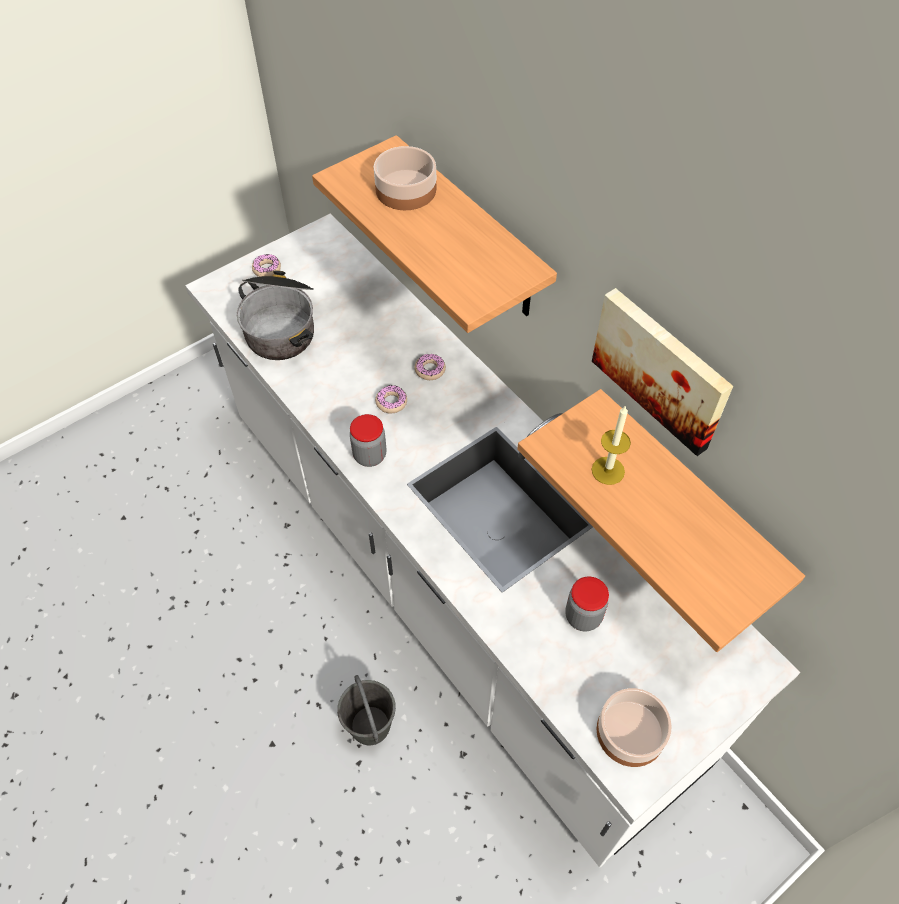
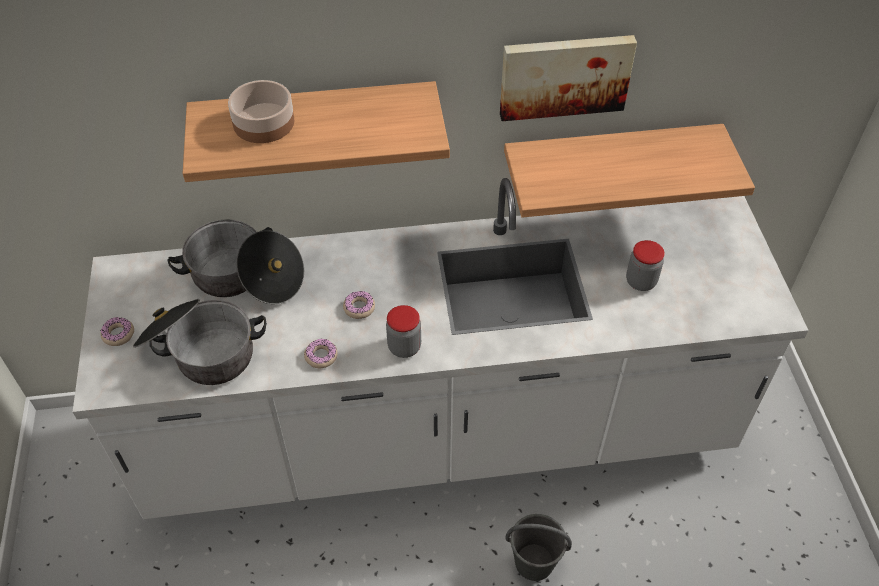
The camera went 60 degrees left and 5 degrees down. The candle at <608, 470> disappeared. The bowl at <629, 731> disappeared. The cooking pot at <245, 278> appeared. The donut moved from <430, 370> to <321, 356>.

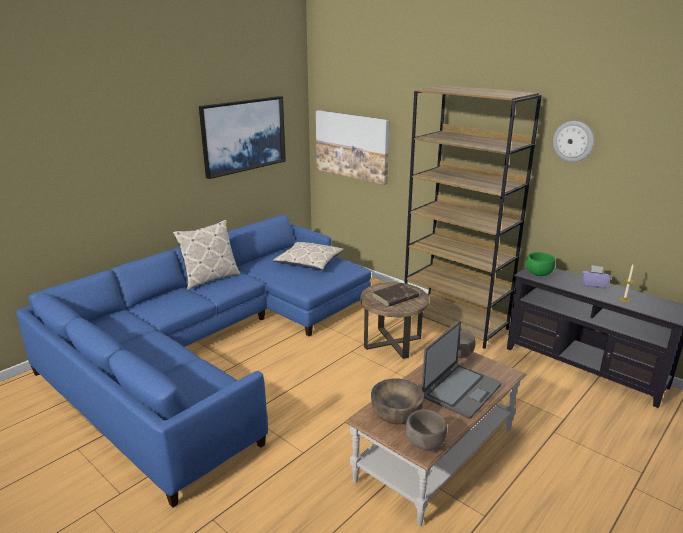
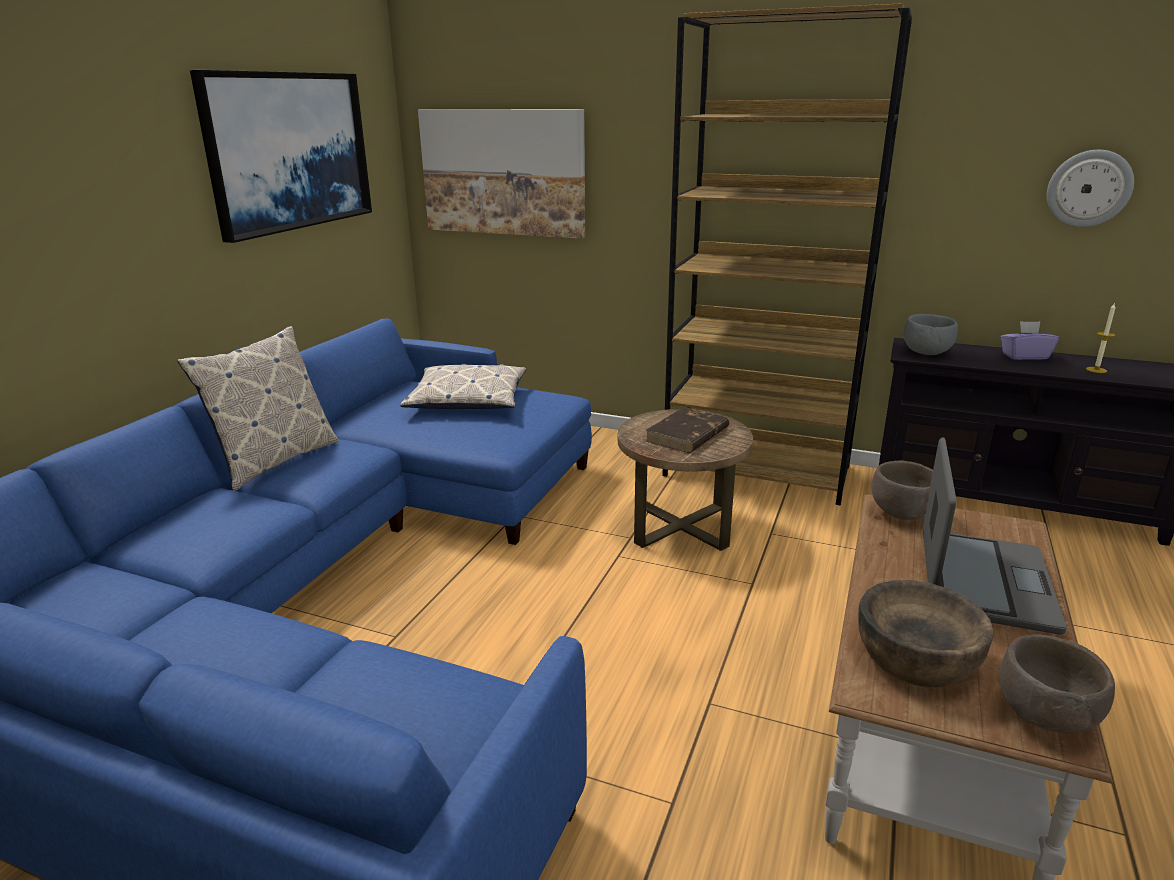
The camera went 20 degrees left and 0 degrees up. The wall clock moved from <573, 141> to <1089, 188>. The green bowl at <538, 274> became the grey bowl at <925, 353>.

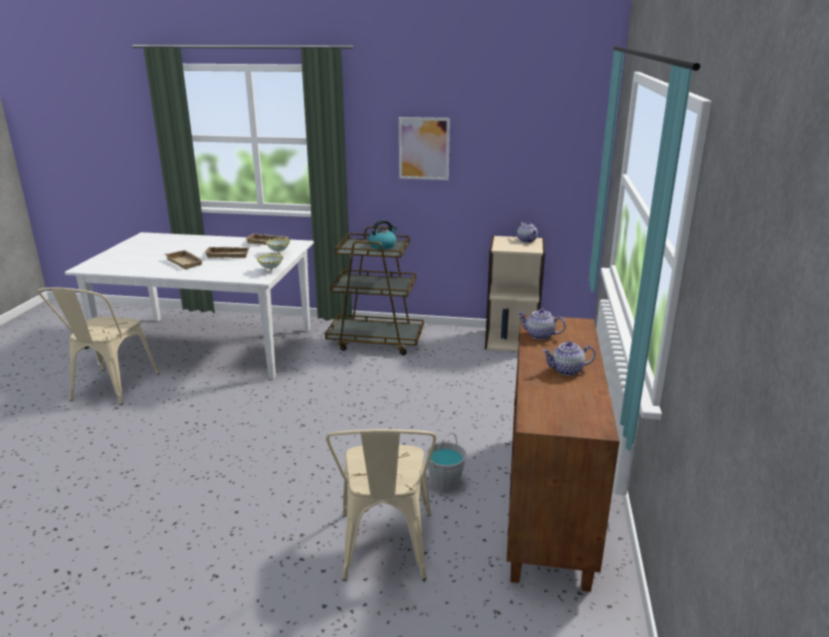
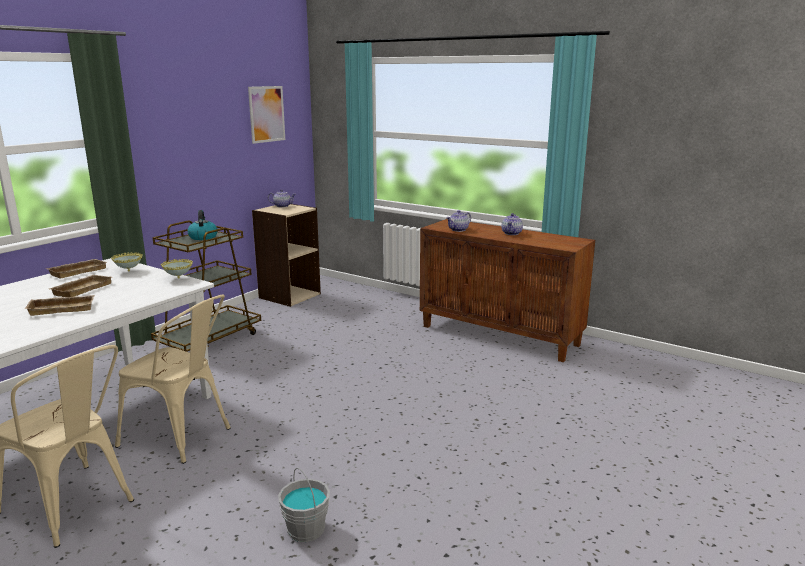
The camera went 65 degrees left and 5 degrees down. The beige chair moved from <385, 551> to <183, 437>. The picture moved from <424, 148> to <266, 114>. The grey bucket moved from <445, 482> to <306, 529>.

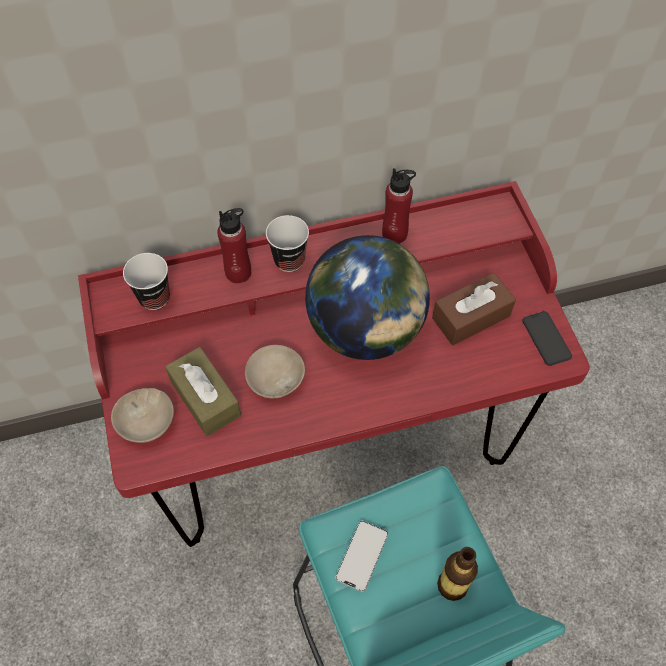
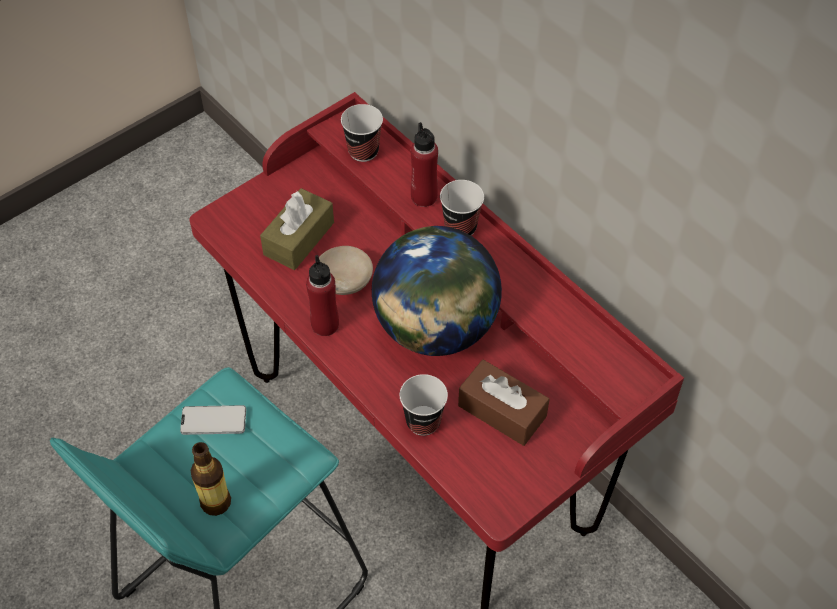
The camera went 65 degrees right and 5 degrees down. The beige bowl at <145, 424> disappeared. The phone at <546, 338> disappeared. The cup at <423, 421> appeared. The red bottle moved from <394, 234> to <325, 325>.

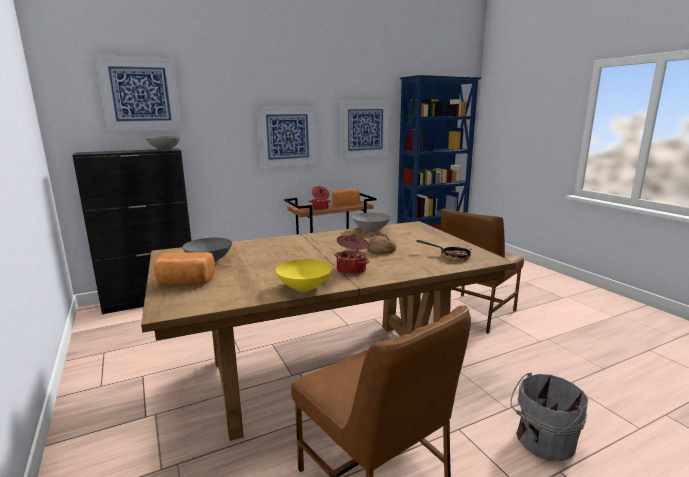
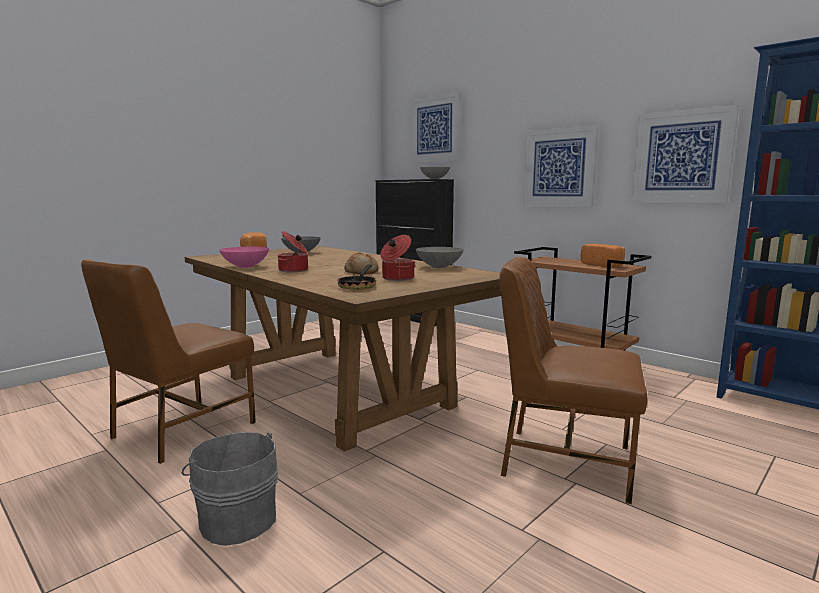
The camera went 70 degrees right and 5 degrees down. The cooking pot moved from <320, 208> to <397, 278>. The yellow bowl at <305, 288> became the pink bowl at <245, 267>.

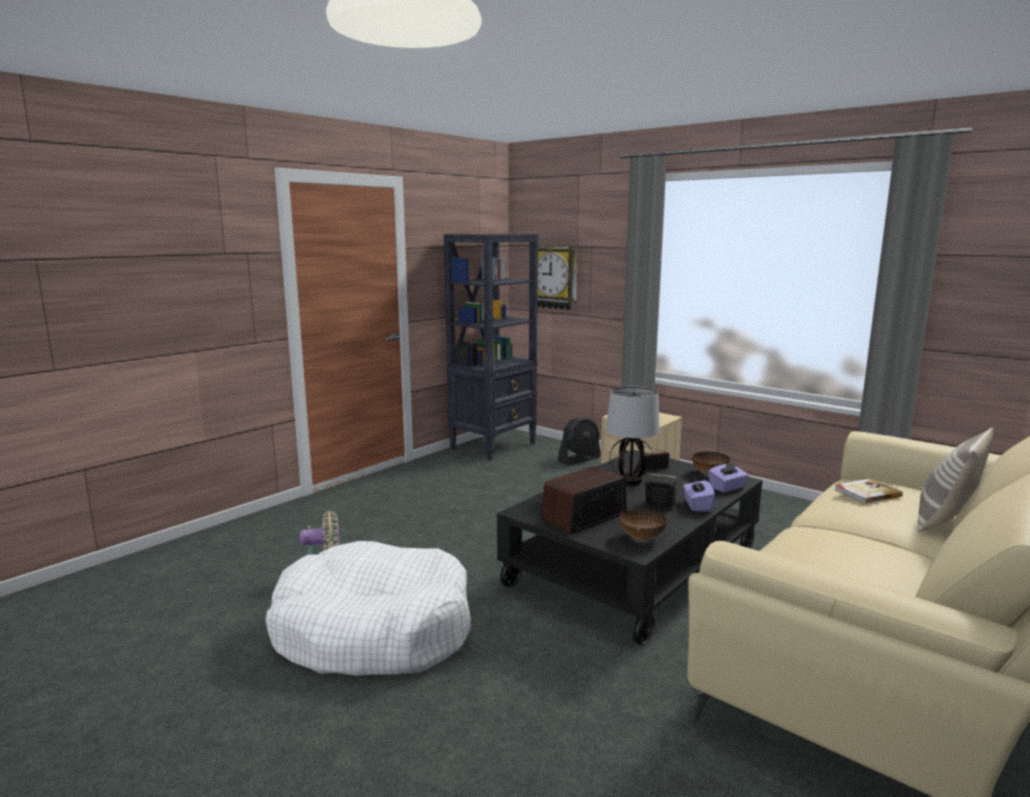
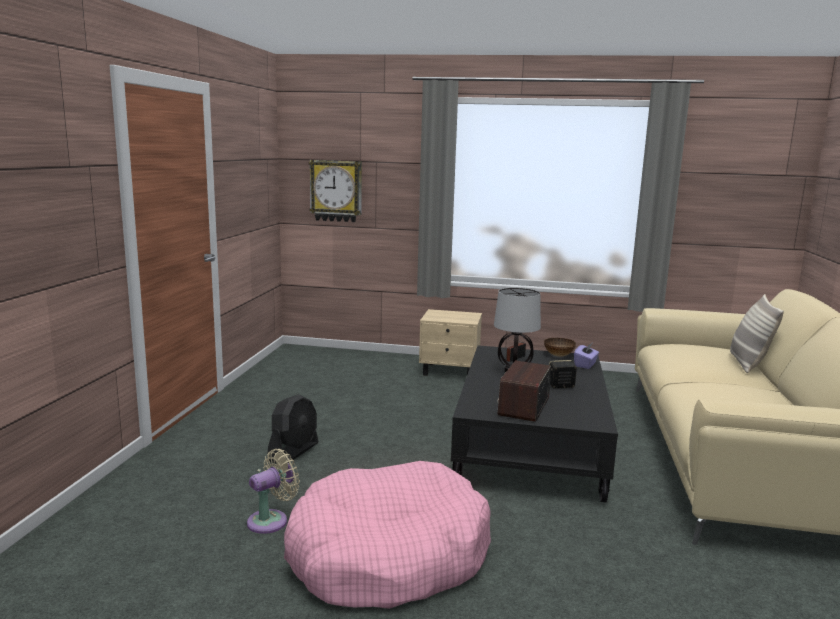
The camera went 30 degrees left and 0 degrees up. The black bookcase at <494, 446> disappeared. The bowl at <641, 538> disappeared. The purple tissue box at <697, 505> disappeared. The book at <866, 493> disappeared. The black fan moved from <579, 459> to <293, 452>. The white dog bed at <373, 630> became the pink dog bed at <388, 555>.

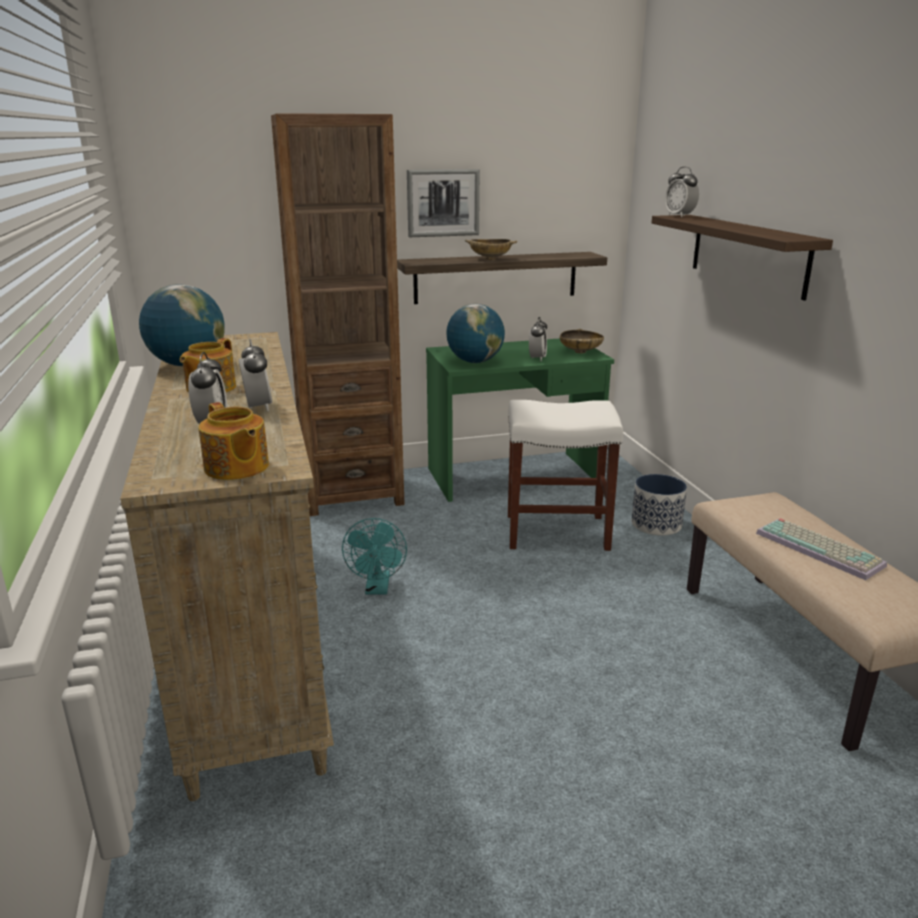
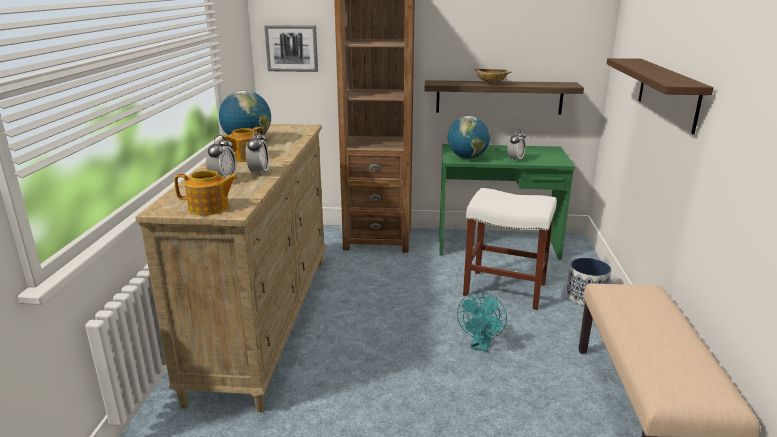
The camera went 20 degrees right and 0 degrees up. The beige bowl at <580, 352> disappeared. The alarm clock at <679, 216> disappeared. The keyboard at <821, 549> disappeared. The turquoise fan moved from <377, 588> to <480, 345>. The picture moved from <443, 203> to <292, 48>. The teapot at <236, 468> turned 75 degrees counterclockwise.

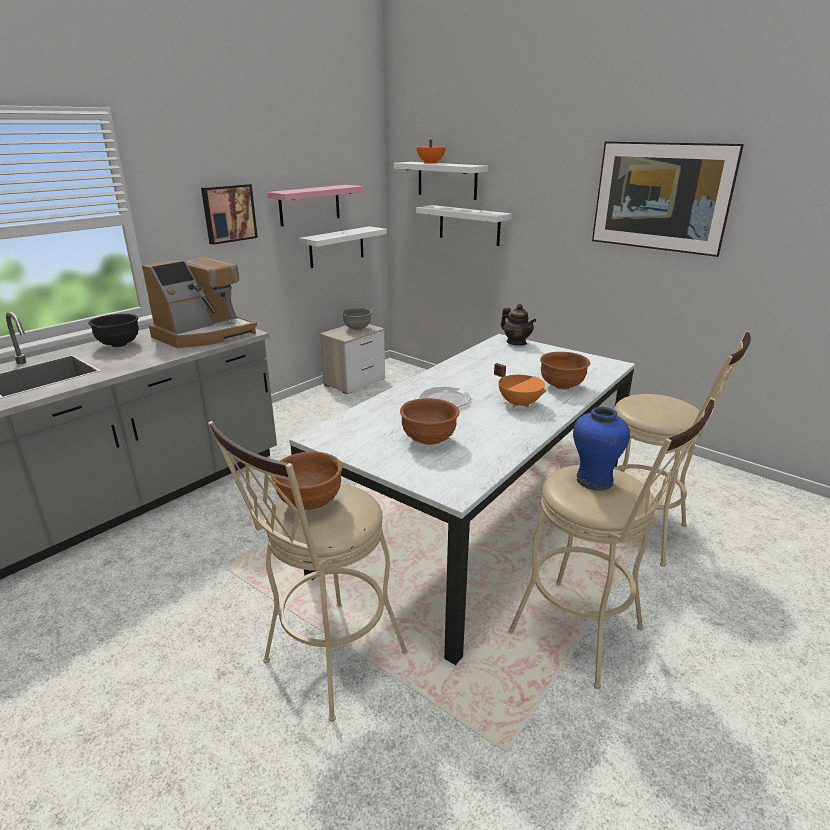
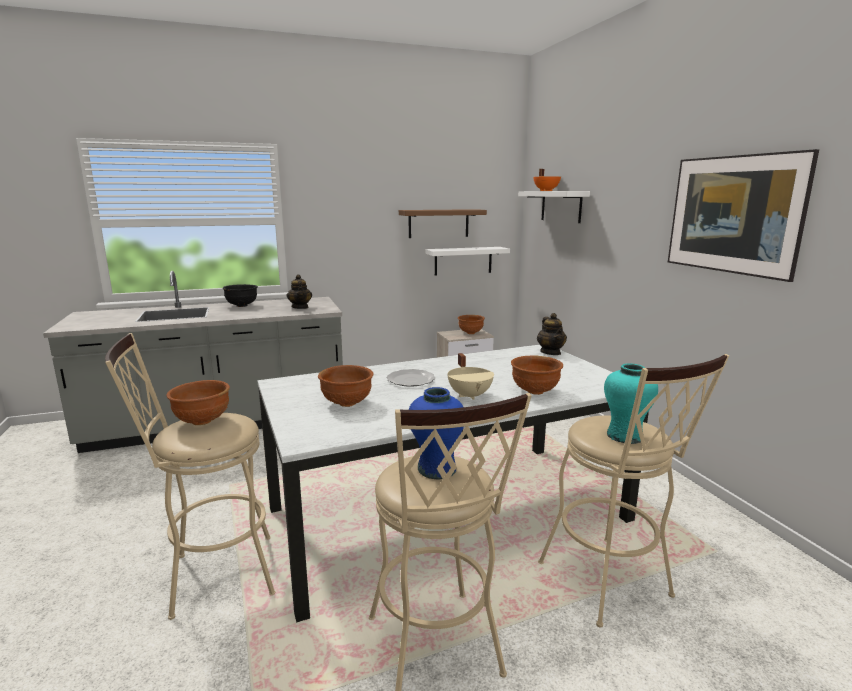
The camera went 30 degrees right and 10 degrees down. The picture at <228, 213> disappeared. The white shelf at <469, 225> disappeared. The turquoise vase at <624, 436> appeared. The coffee machine at <205, 334> was replaced by the teapot at <300, 307>. The pink shelf at <309, 205> became the brown shelf at <438, 223>. The grey bowl at <357, 329> became the brown bowl at <470, 333>. The orange cooking pot at <519, 403> became the beige cooking pot at <470, 395>.

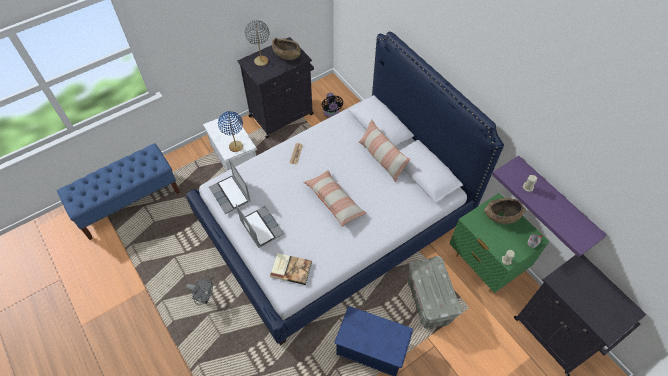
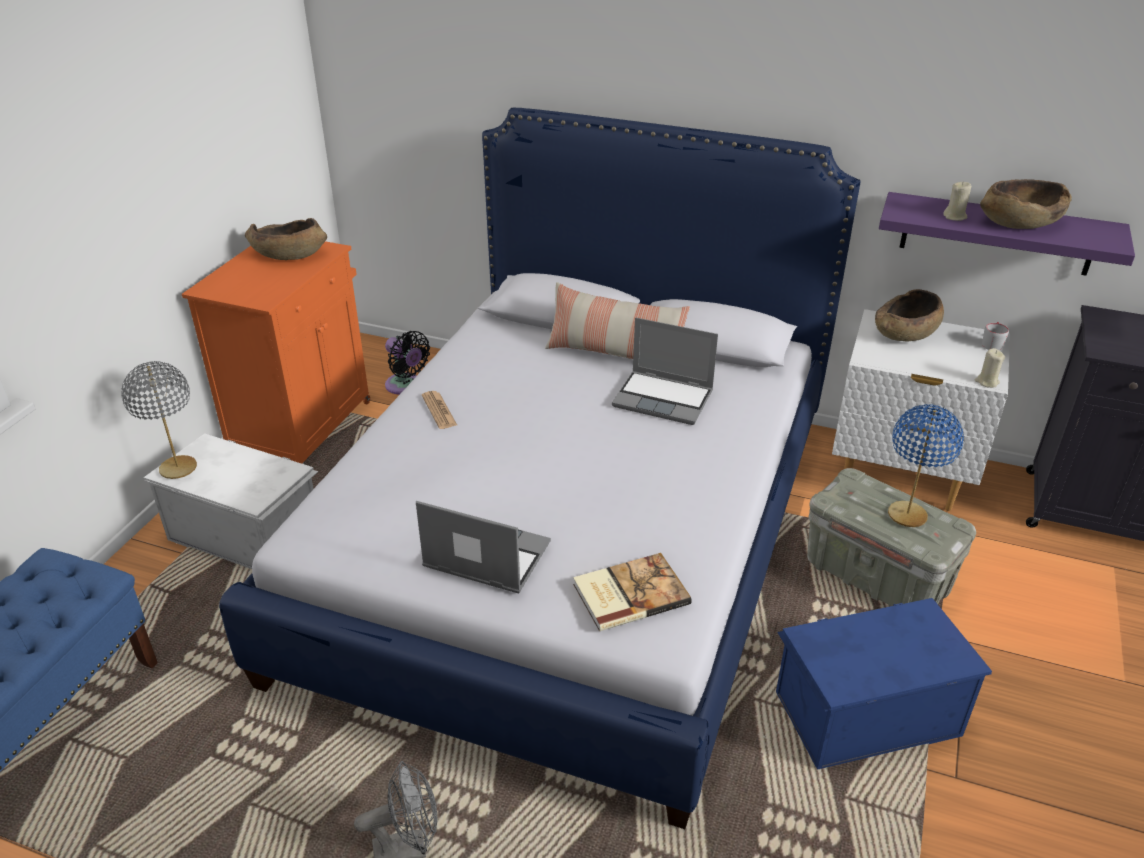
The camera went 35 degrees left and 20 degrees down. The pillow at <334, 201> disappeared. The brown bowl at <1020, 222> appeared. The laptop moved from <231, 195> to <664, 399>. The blue table lamp moved from <236, 146> to <907, 515>. The grey table lamp moved from <261, 61> to <177, 468>. The black cabinet at <282, 115> became the orange cabinet at <303, 426>. The green nightstand at <484, 264> became the white nightstand at <899, 477>.

